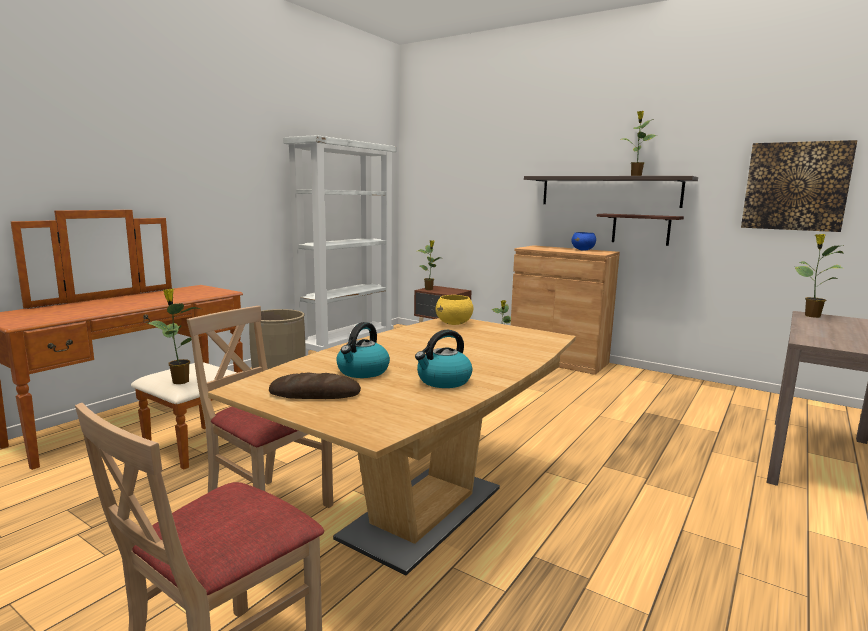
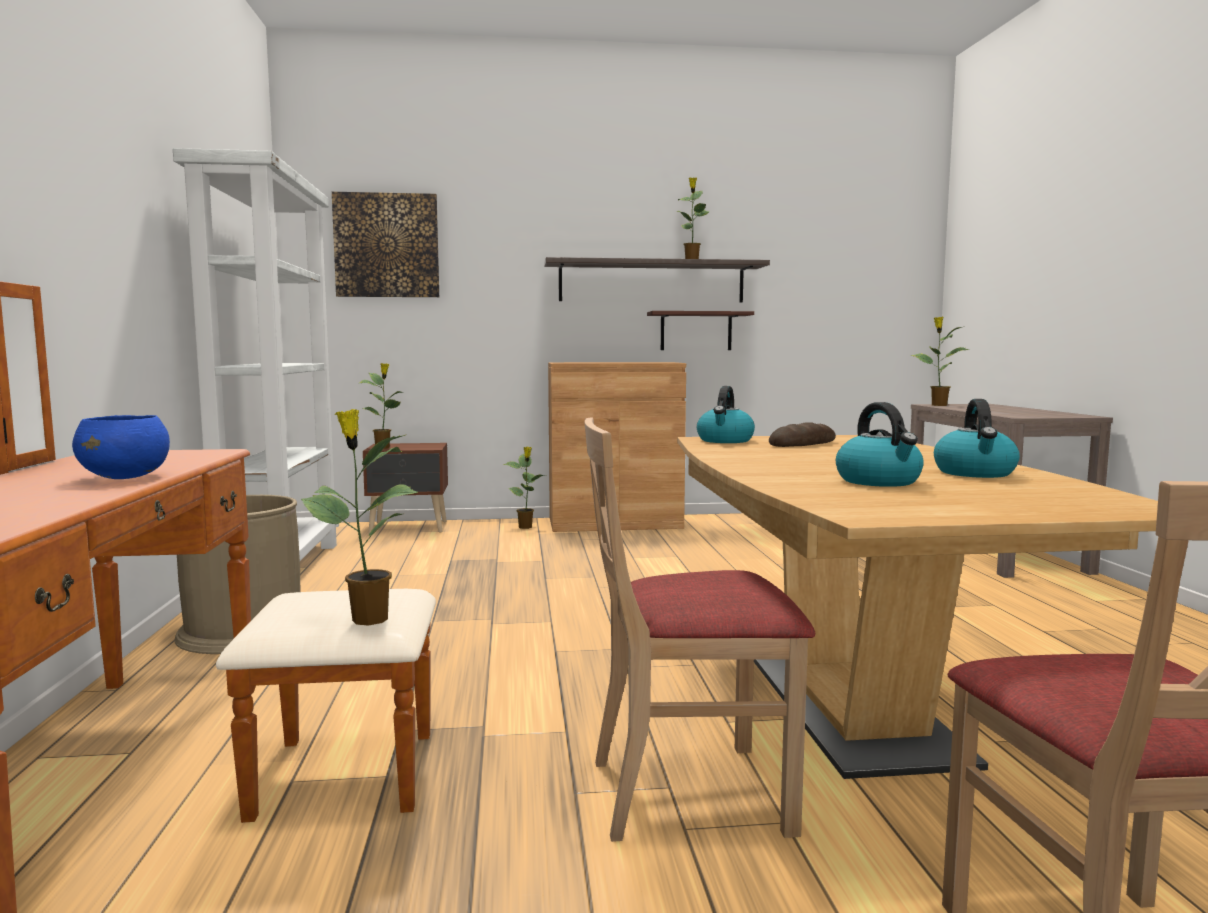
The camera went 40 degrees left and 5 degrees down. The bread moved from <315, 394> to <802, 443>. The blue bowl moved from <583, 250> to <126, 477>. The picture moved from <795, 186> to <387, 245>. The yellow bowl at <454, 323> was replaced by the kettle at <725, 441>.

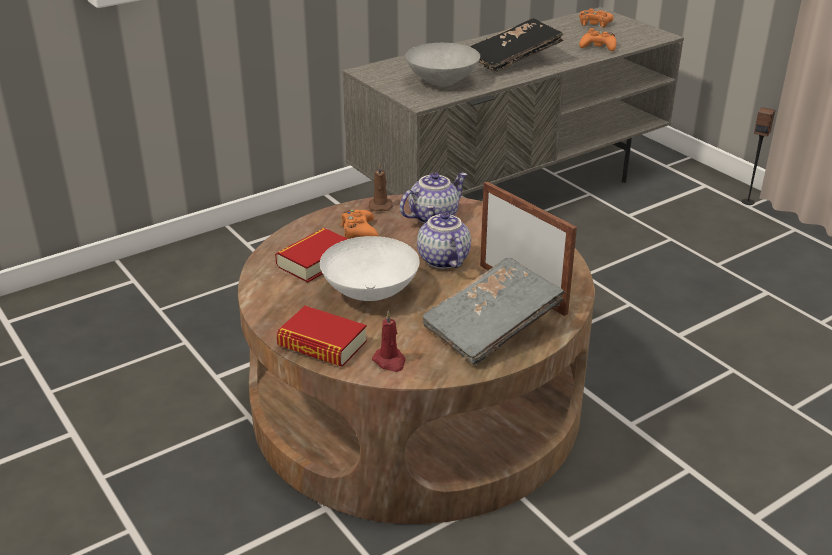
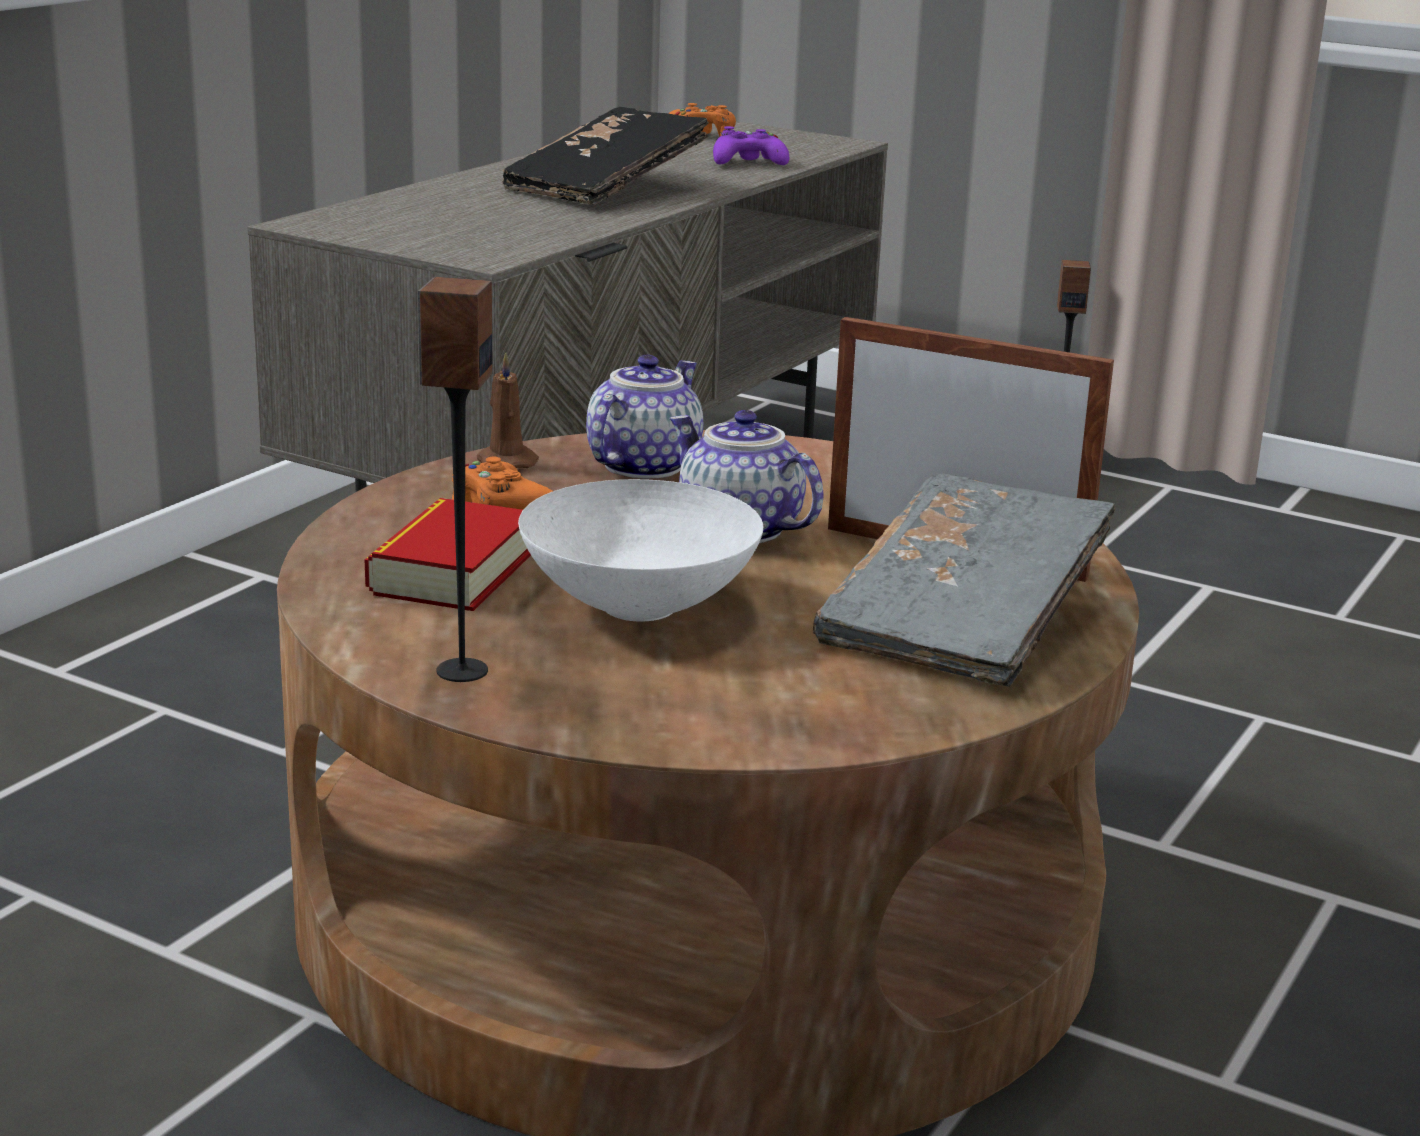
The camera went 25 degrees left and 10 degrees down. The book at <322, 344> disappeared. The red candle at <390, 361> disappeared. The grey bowl at <441, 82> disappeared. The speaker at <461, 671> appeared. The orange game controller at <598, 47> became the purple game controller at <748, 162>.

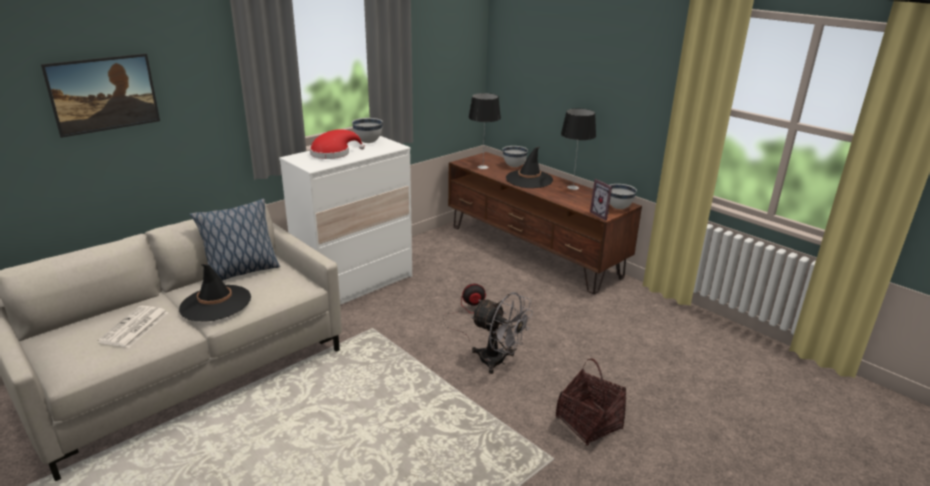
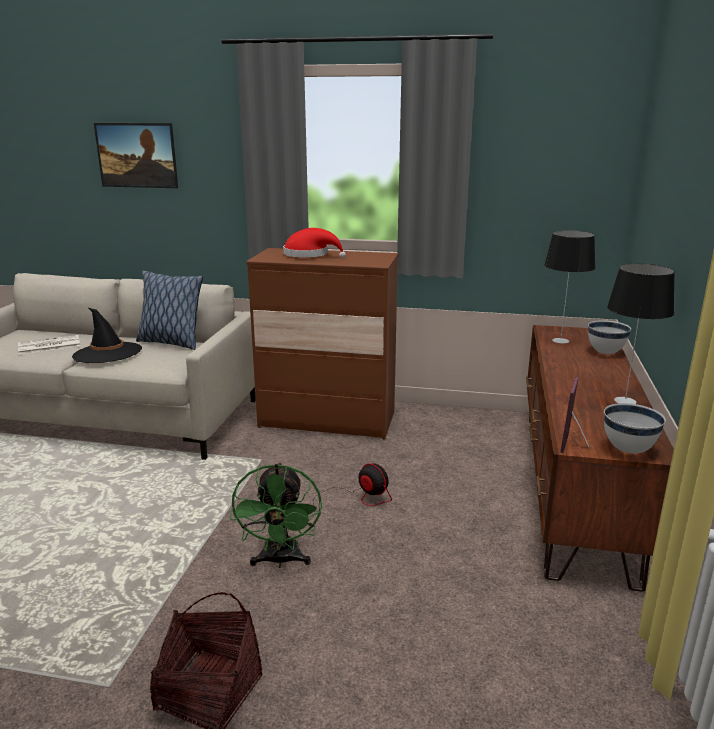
The camera went 55 degrees right and 5 degrees down. The white bowl at <368, 142> disappeared. The black hat at <529, 179> disappeared. The white dresser at <355, 285> became the brown dresser at <327, 420>. The grey fan at <498, 362> became the green fan at <280, 560>.

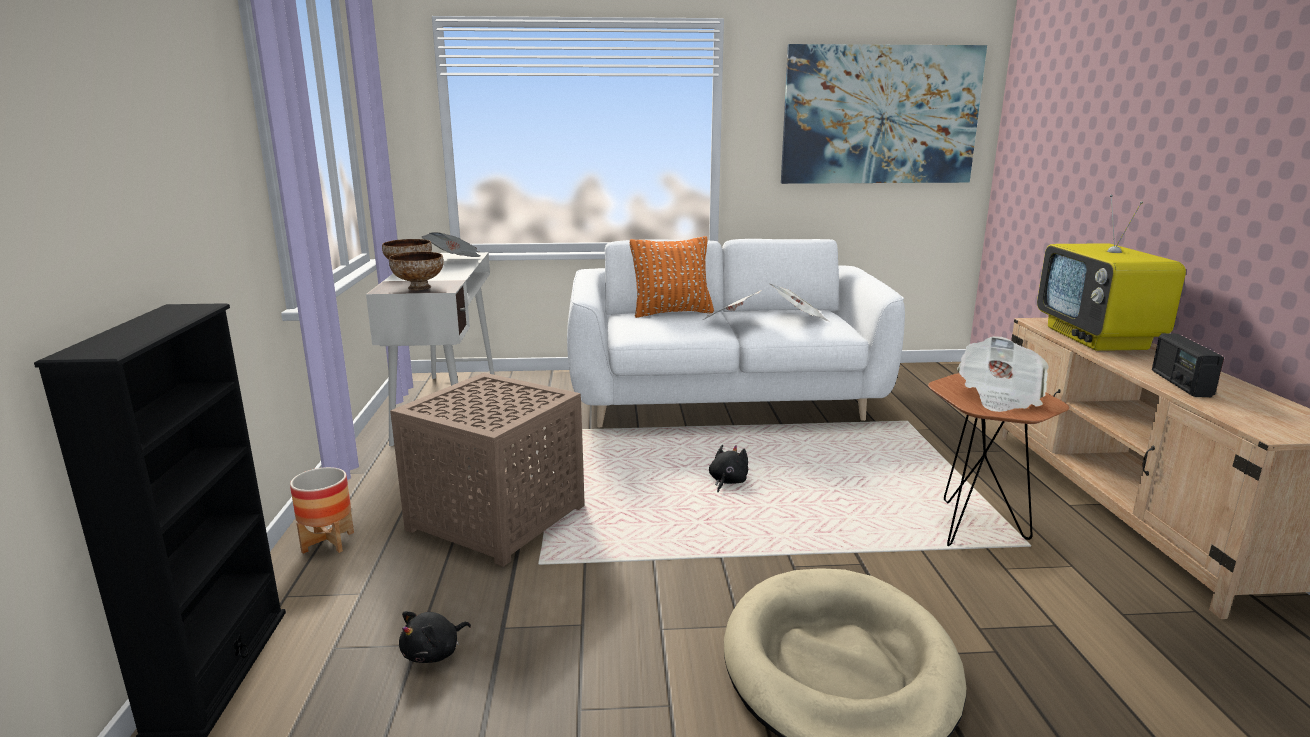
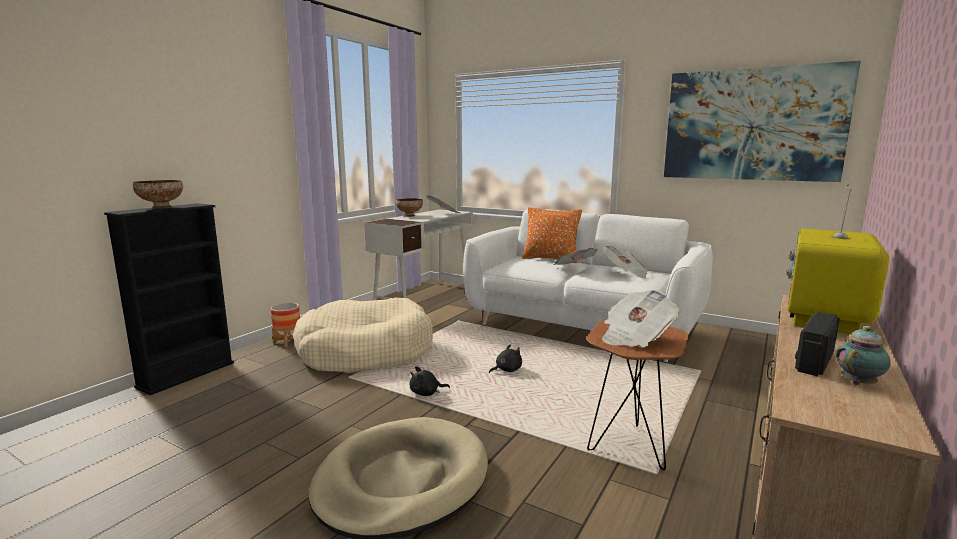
The camera went 35 degrees right and 5 degrees down. The teapot at <859, 383> appeared. The bowl moved from <418, 287> to <161, 207>. The black plush toy moved from <434, 653> to <426, 393>. The brown side table at <496, 516> was replaced by the beige dog bed at <365, 351>.

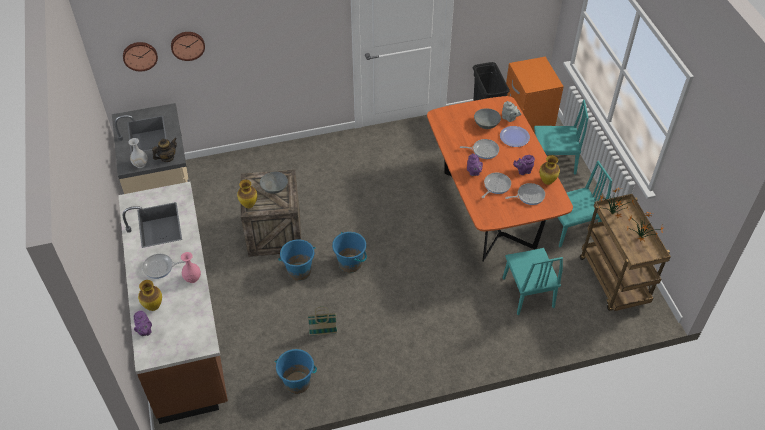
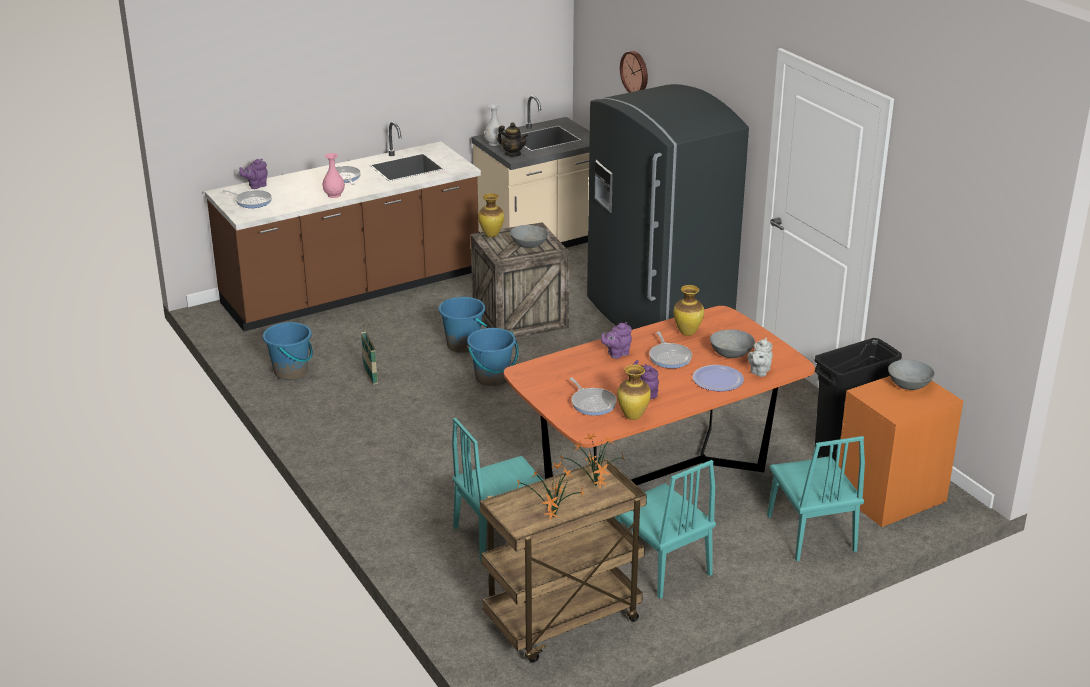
The camera went 75 degrees right and 20 degrees down. The wall clock at <140, 55> disappeared. The grey fridge at <656, 316> appeared. The grey bowl at <909, 385> appeared. The vase moved from <153, 307> to <687, 333>. The frying pan moved from <496, 186> to <252, 201>.

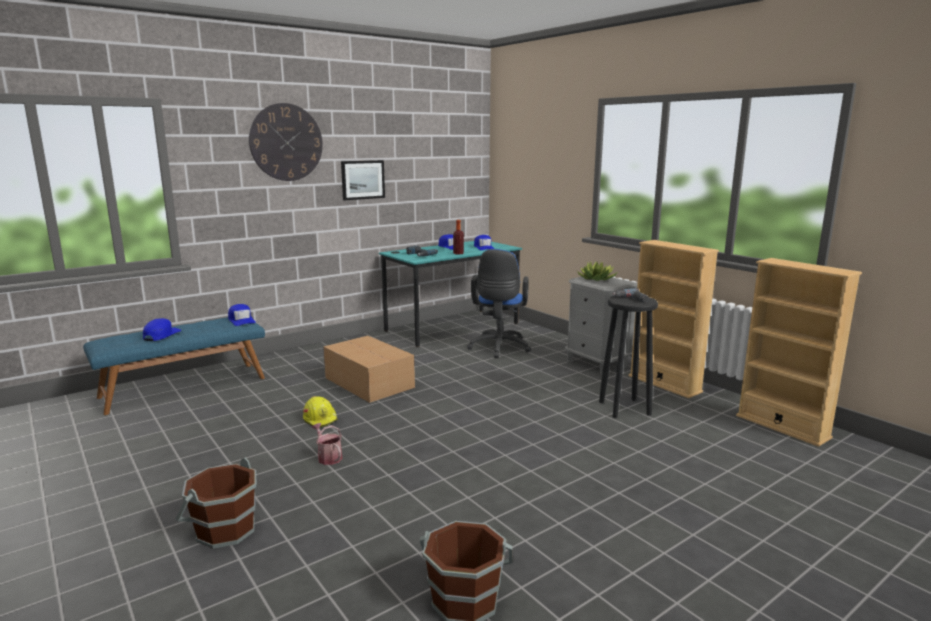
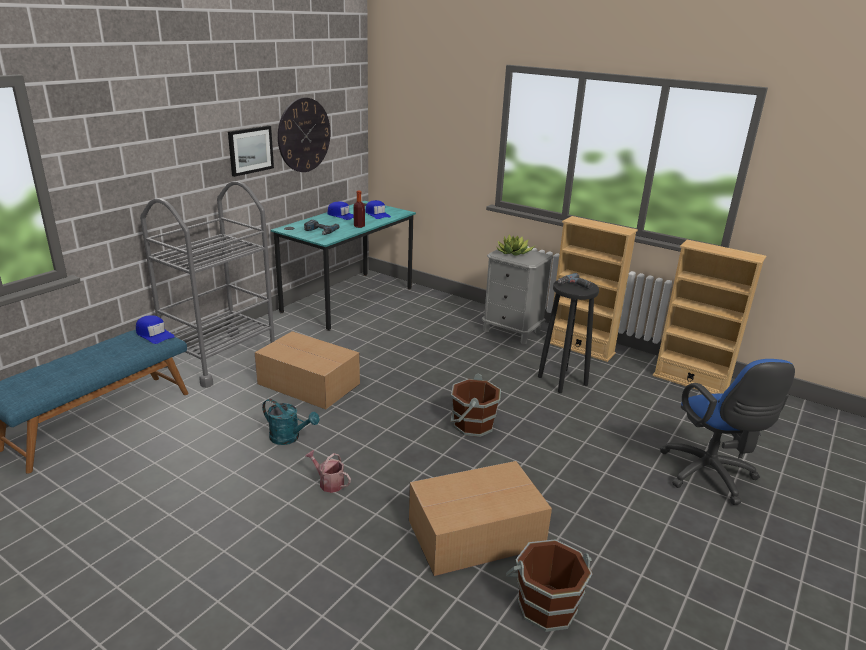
The camera went 20 degrees left and 10 degrees up. The blue cap at <161, 335> disappeared. The grey cart at <220, 358> appeared. The cardboard box at <478, 534> appeared. The brown bucket moved from <225, 530> to <472, 425>. The wall clock moved from <286, 142> to <304, 135>. The blue office chair moved from <498, 348> to <710, 476>. The yellow hard hat at <321, 419> was replaced by the turquoise watering can at <289, 438>.

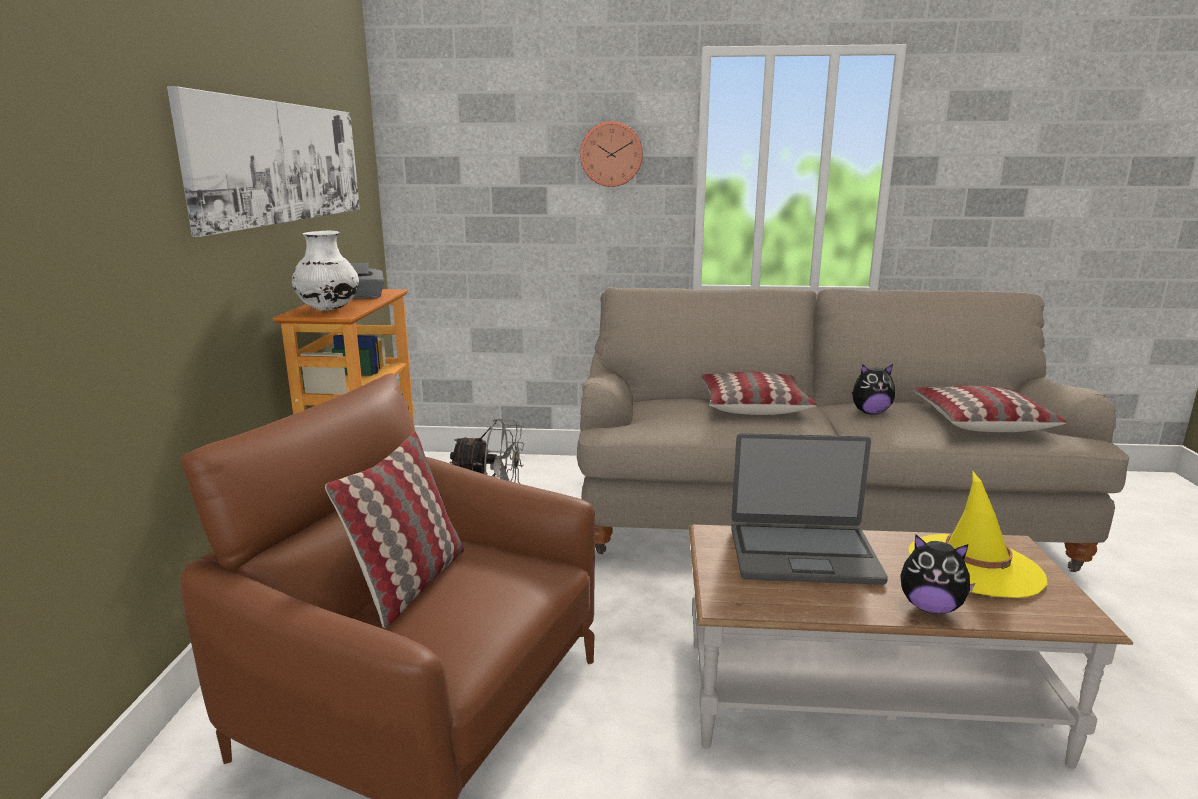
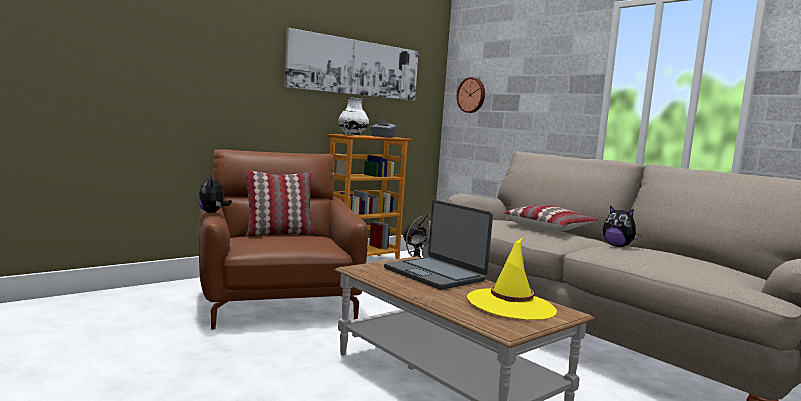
The camera went 45 degrees right and 10 degrees down. The pillow at <980, 421> disappeared. The wall clock moved from <611, 154> to <472, 95>. The plush toy moved from <930, 607> to <212, 212>.

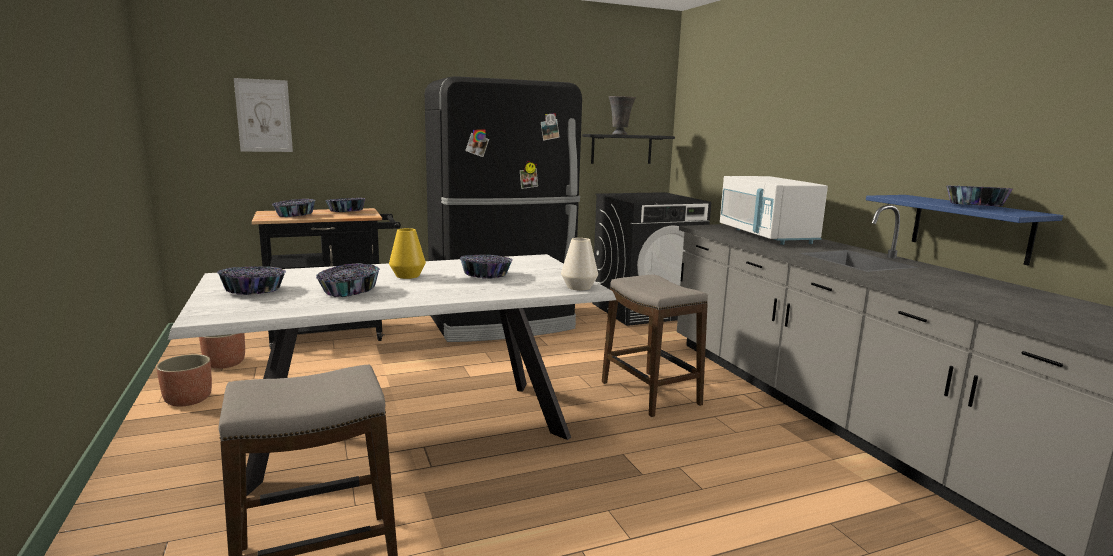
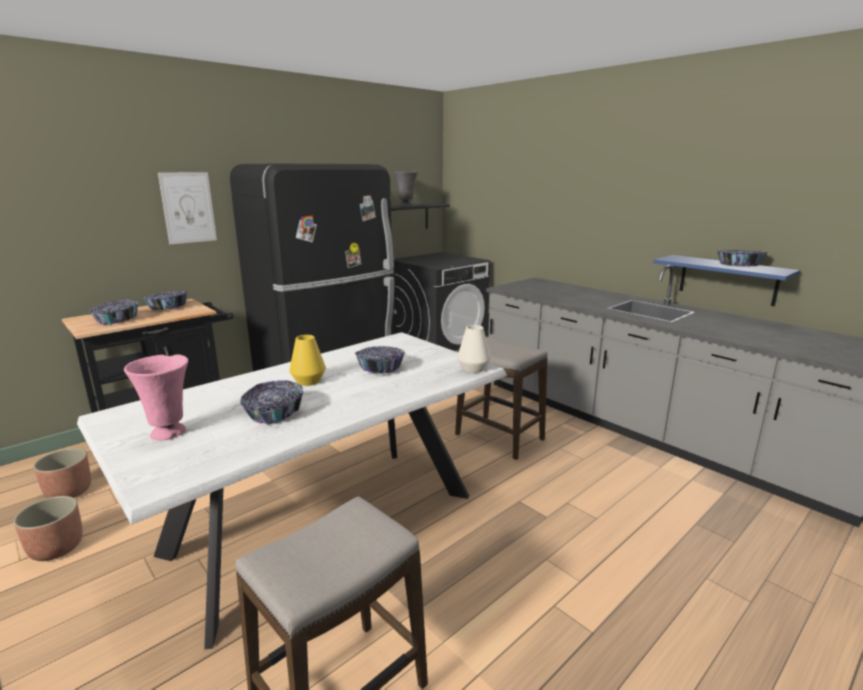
The camera went 20 degrees left and 5 degrees up. The white microwave at <766, 236> disappeared. The picture moved from <264, 115> to <188, 208>. The bowl at <254, 291> was replaced by the pink vase at <170, 433>.

